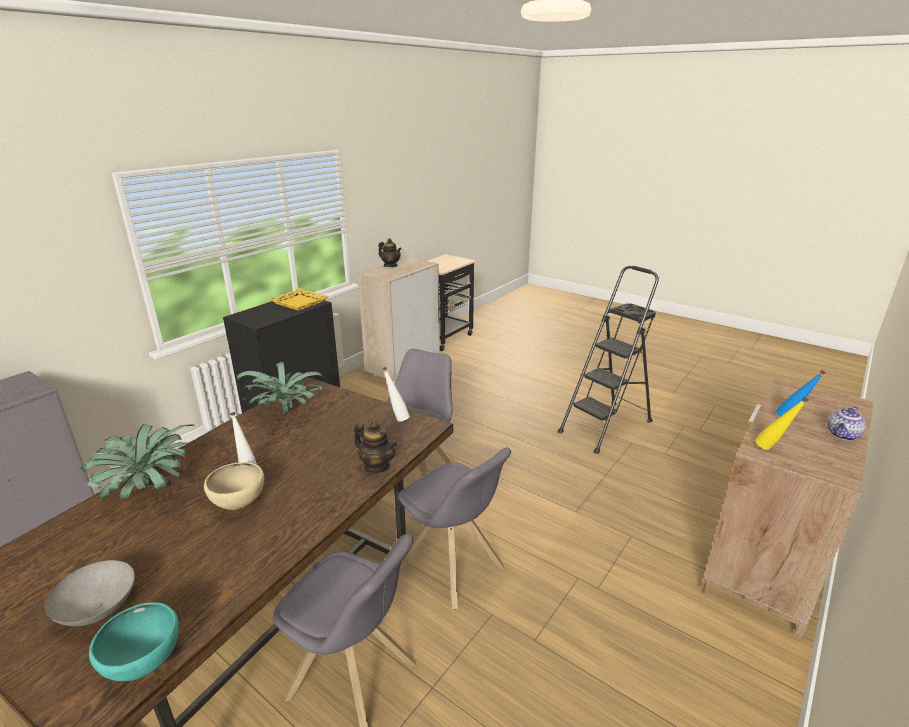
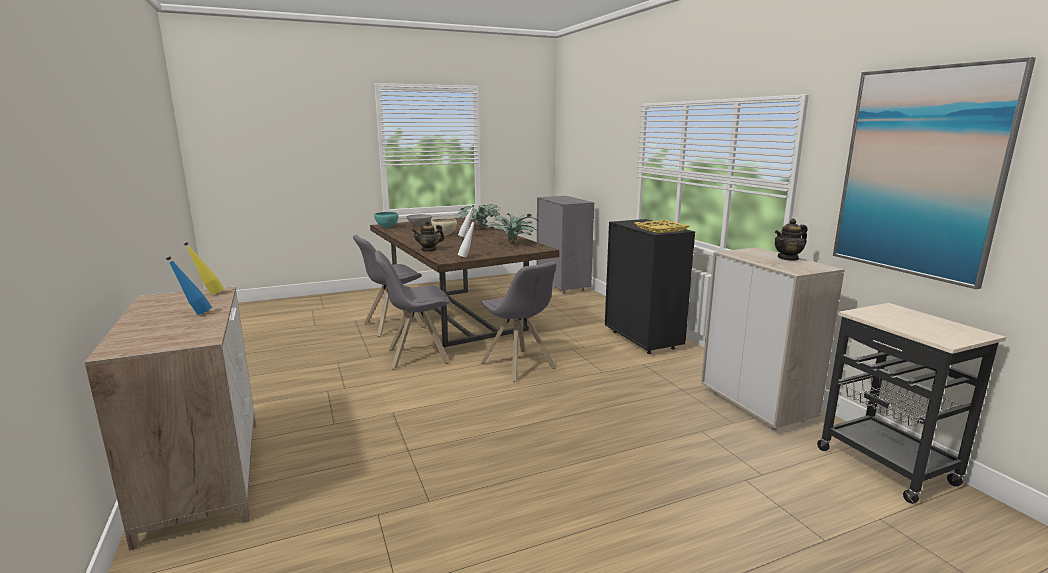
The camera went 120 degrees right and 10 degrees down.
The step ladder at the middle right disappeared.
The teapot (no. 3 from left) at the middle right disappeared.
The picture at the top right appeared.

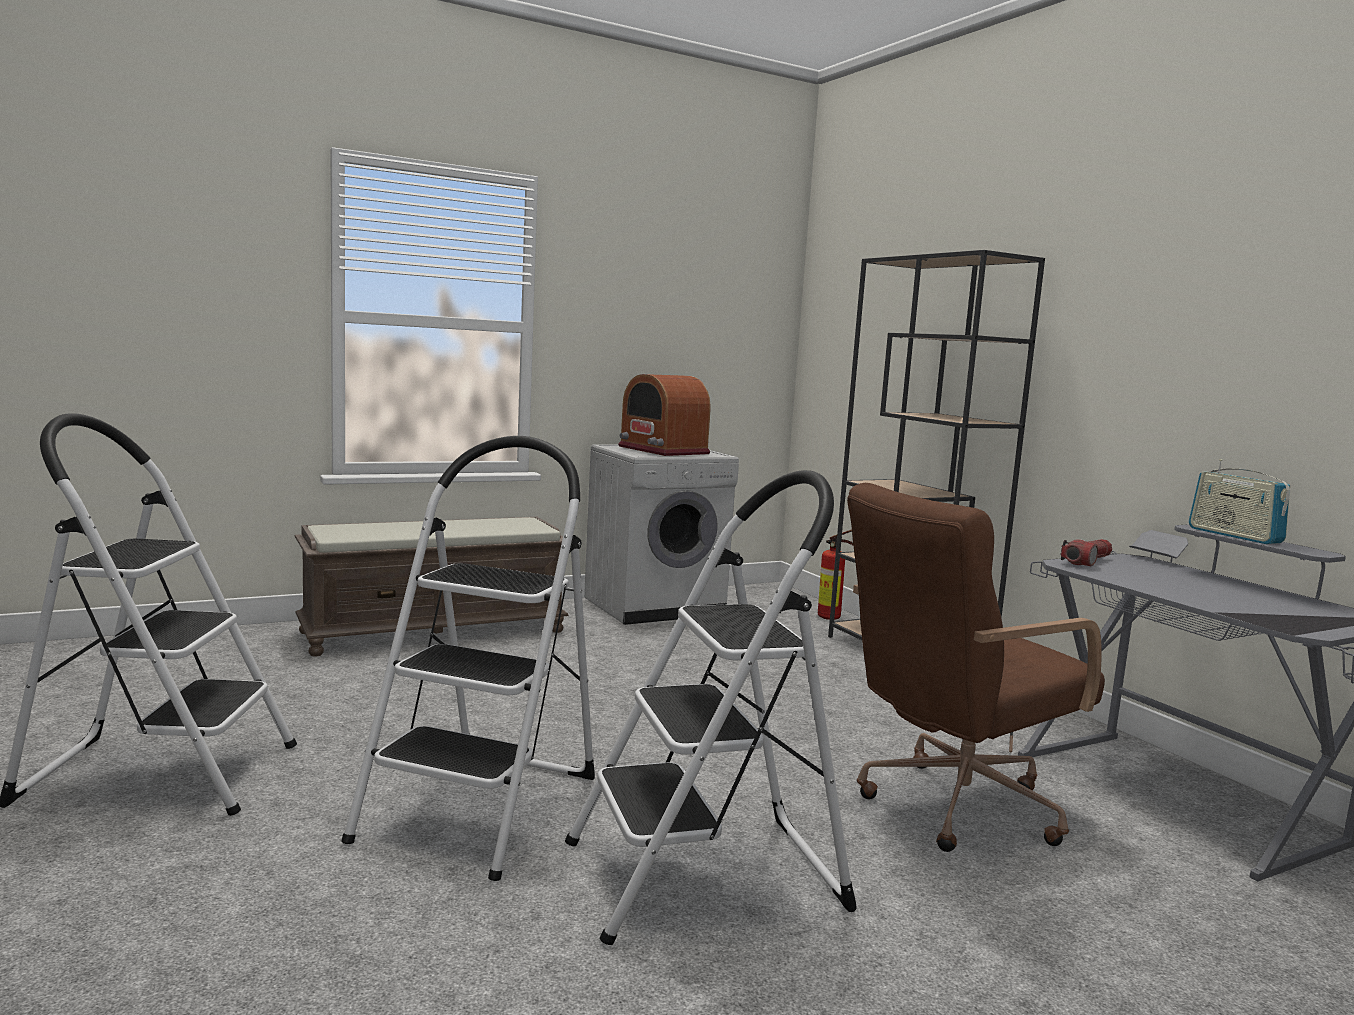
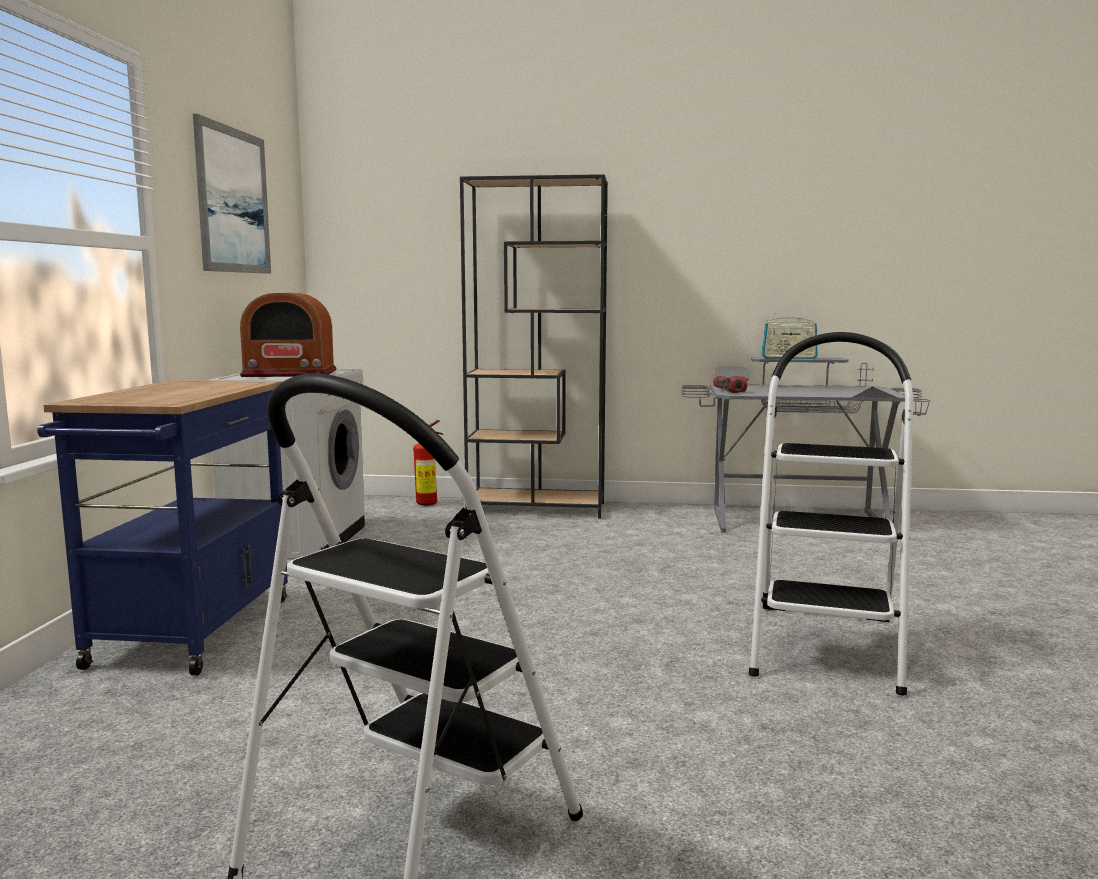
The camera went 55 degrees left and 0 degrees up.
The bench (brown) at the middle left was replaced by the cart (blue) at the middle left.
The step ladder (no. 2 from left) at the centre disappeared.
The office chair (brown) at the middle right disappeared.
The picture at the top left appeared.

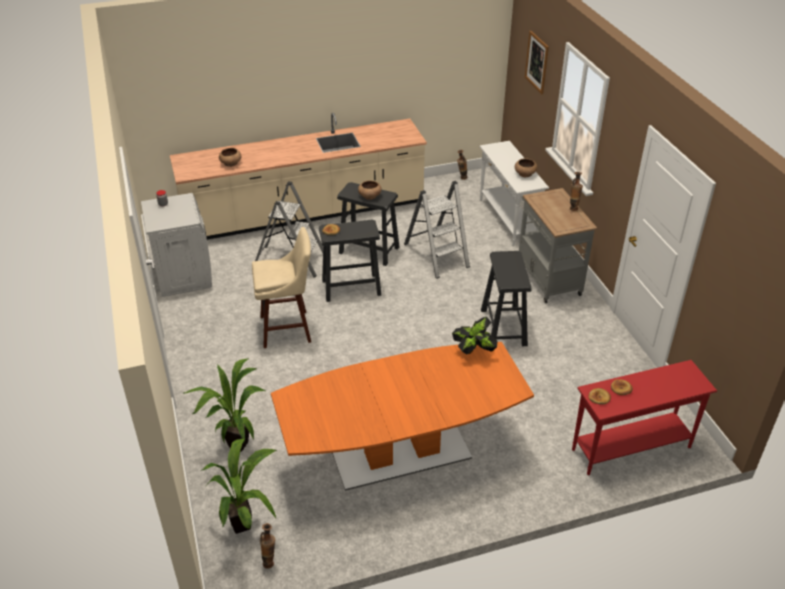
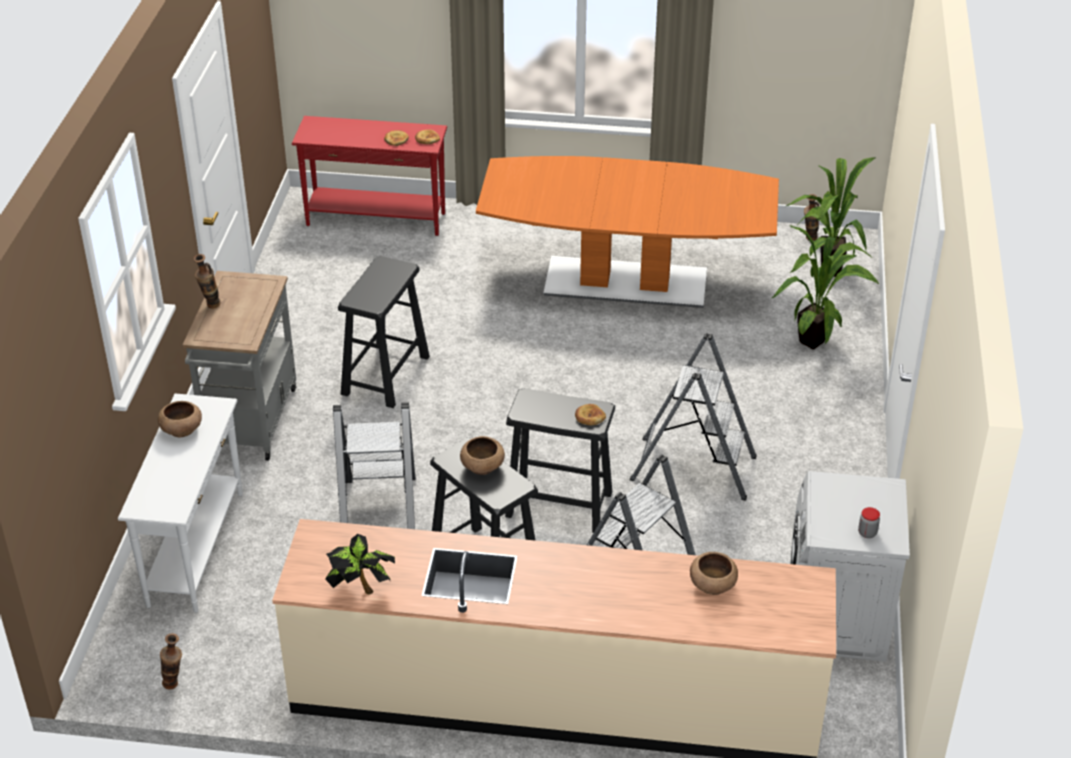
The camera went 155 degrees left and 0 degrees up.
The stool (beige) at the centre was replaced by the step ladder (grey) (no. 3 from left) at the centre.
The potted plant (no. 3 from left in the first image) moved from the centre to the bottom centre.
The picture at the top right disappeared.

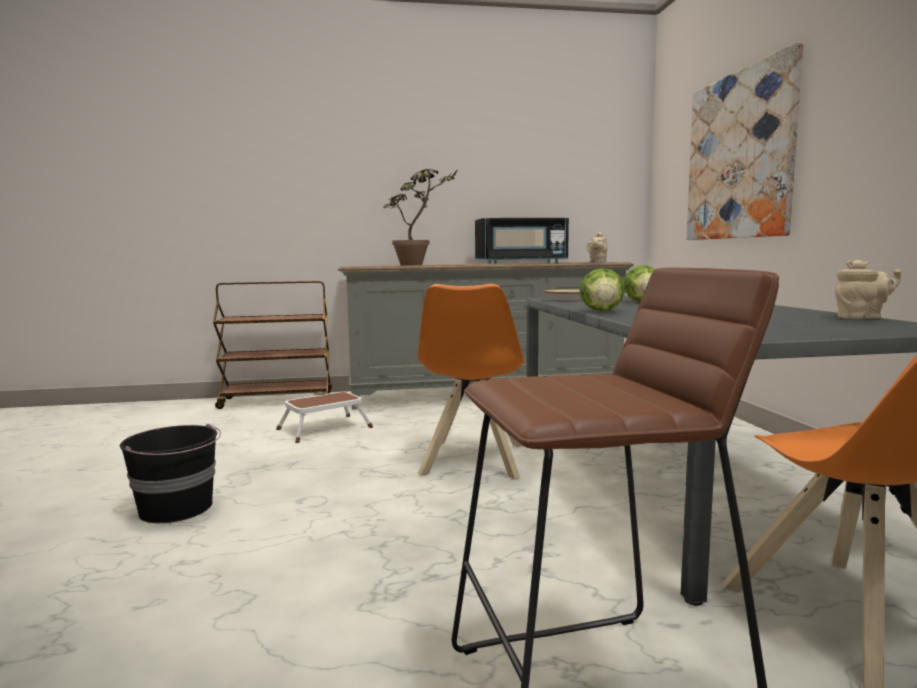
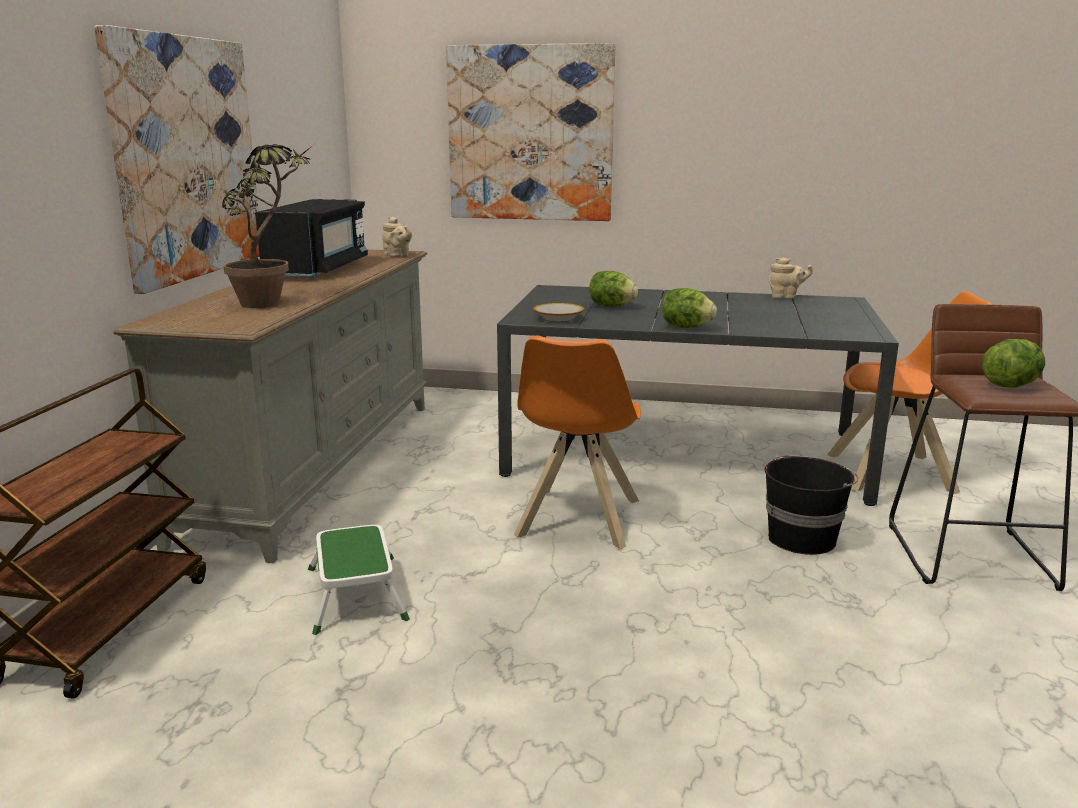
The camera went 70 degrees left and 10 degrees up.
The bucket (black) moved from the bottom left to the middle right.
The step ladder (brown) at the centre became the step ladder (green) at the bottom left.
The chair (orange) (no. 1 from left) at the centre turned 75 degrees clockwise.
The teapot (beige) (no. 2 from left) at the middle right turned 75 degrees clockwise.
The picture (no. 1 from left) at the top left appeared.
The lettuce (no. 3 from left) at the middle right appeared.

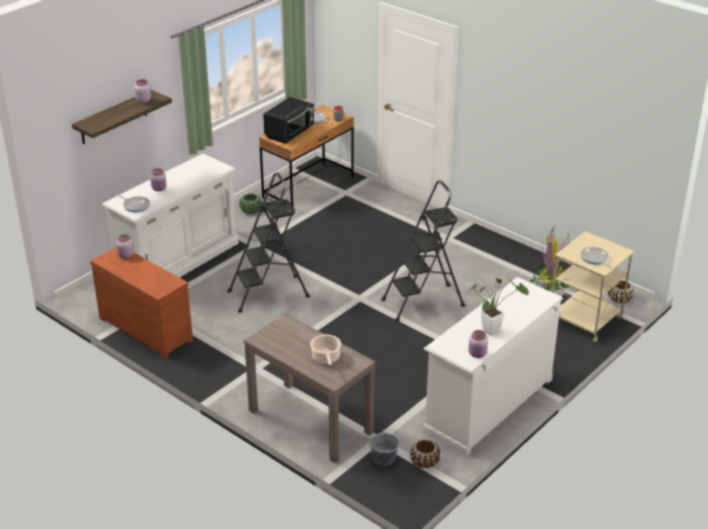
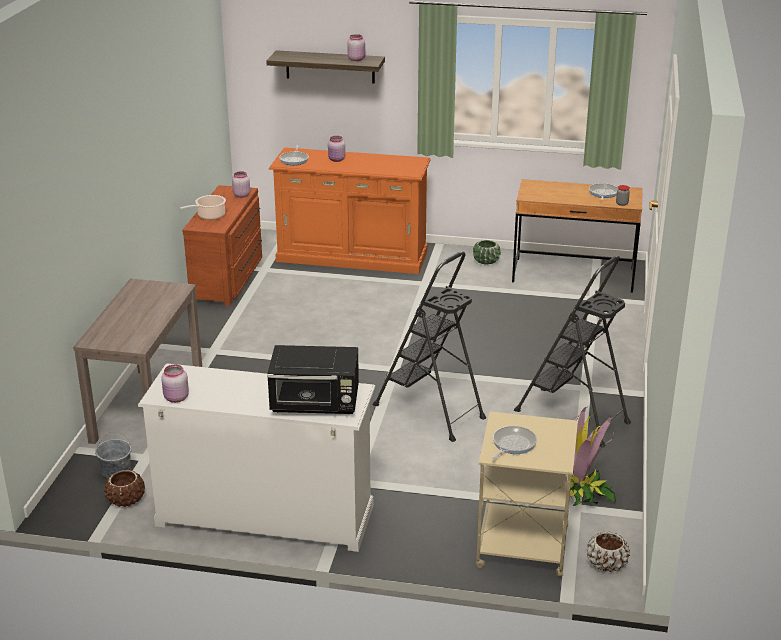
The camera went 60 degrees right and 5 degrees down.
The cabinet (white) (no. 1 from left) at the middle left became the cabinet (orange) at the top centre.
The step ladder (no. 1 from left in the first image) moved from the centre to the middle right.
The microwave (black) moved from the top centre to the centre.
The cooking pot moved from the centre to the top left.
The potted plant (no. 1 from left) at the middle right disappeared.

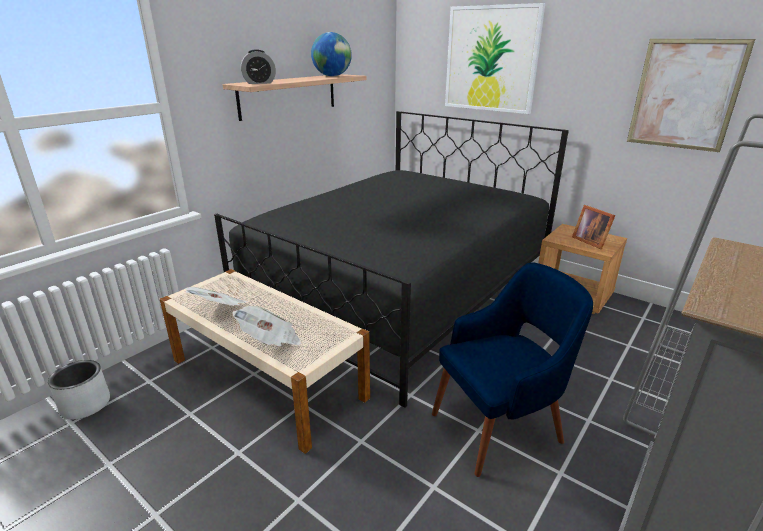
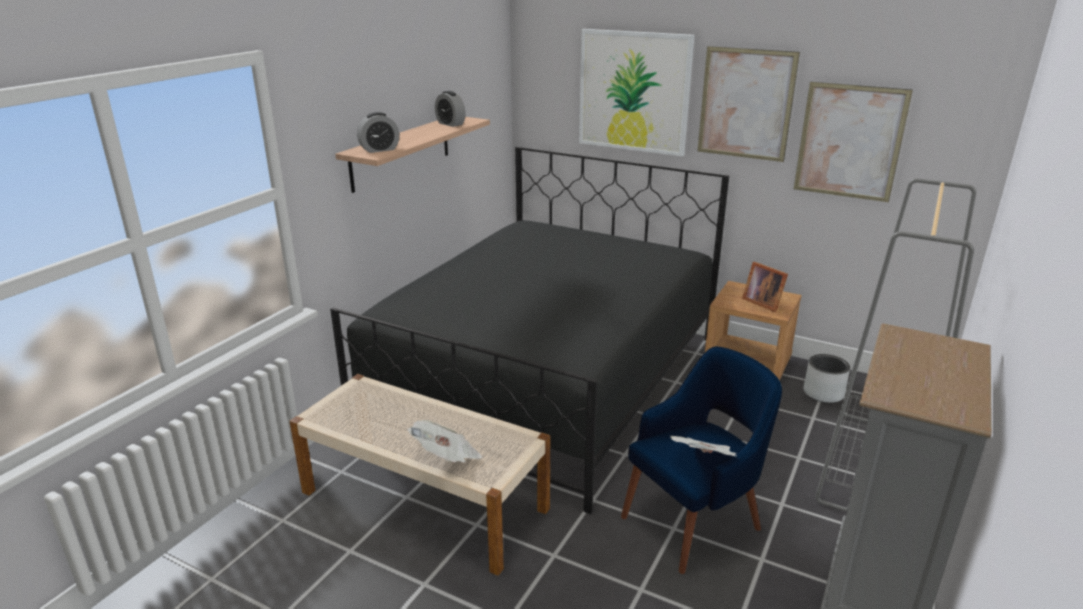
The camera went 10 degrees left and 0 degrees up.
The planter (grey) moved from the bottom left to the middle right.
The newspaper (no. 1 from left in the first image) moved from the middle left to the bottom centre.
The globe at the top centre was replaced by the alarm clock (no. 2 from left) at the top centre.
The picture (no. 2 from left) at the top right appeared.

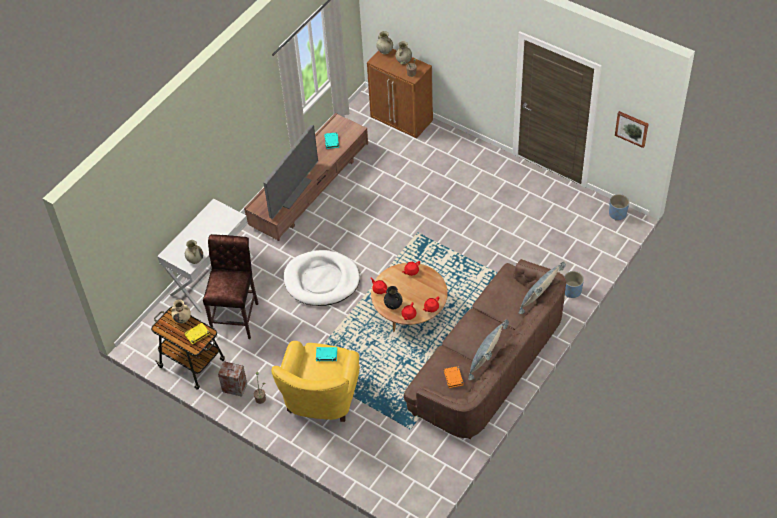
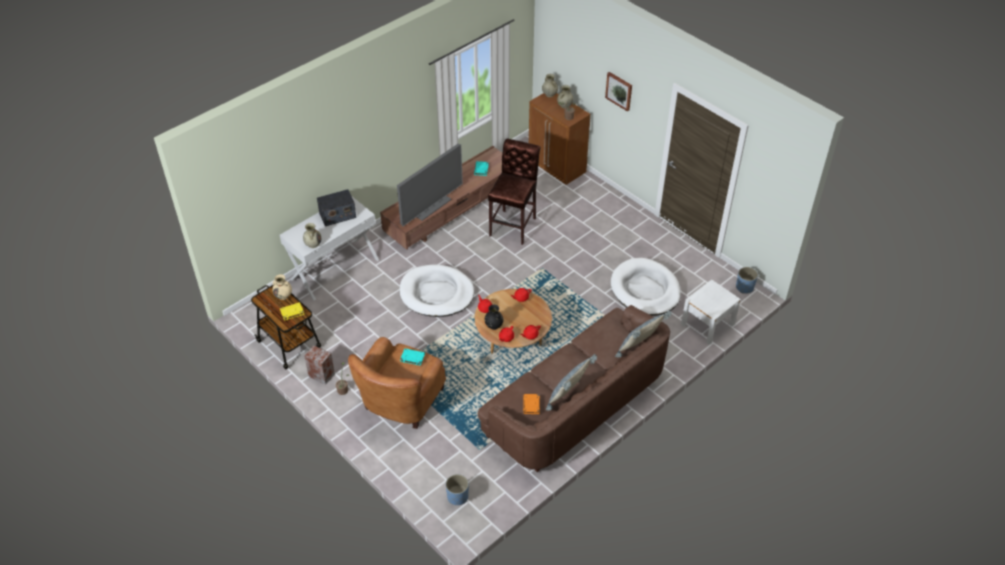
The camera went 10 degrees right and 5 degrees down.
The stool (brown) moved from the middle left to the centre.
The armchair (yellow) at the bottom centre became the armchair (brown) at the bottom centre.
The planter (blue) (no. 1 from left) moved from the middle right to the bottom centre.
The picture moved from the top right to the top centre.
The radio at the centre appeared.
The dog bed (white) (no. 2 from left) at the centre appeared.
The nightstand (white) at the middle right appeared.

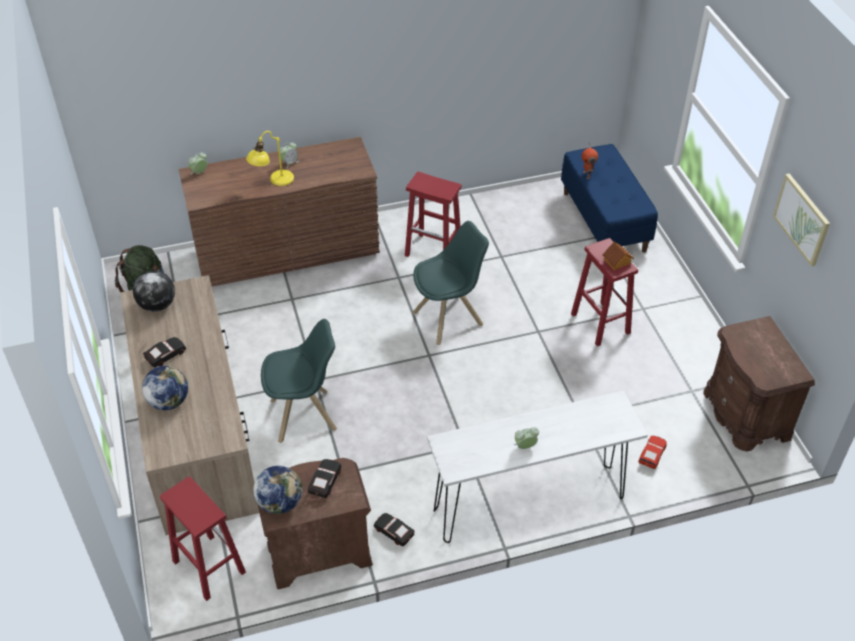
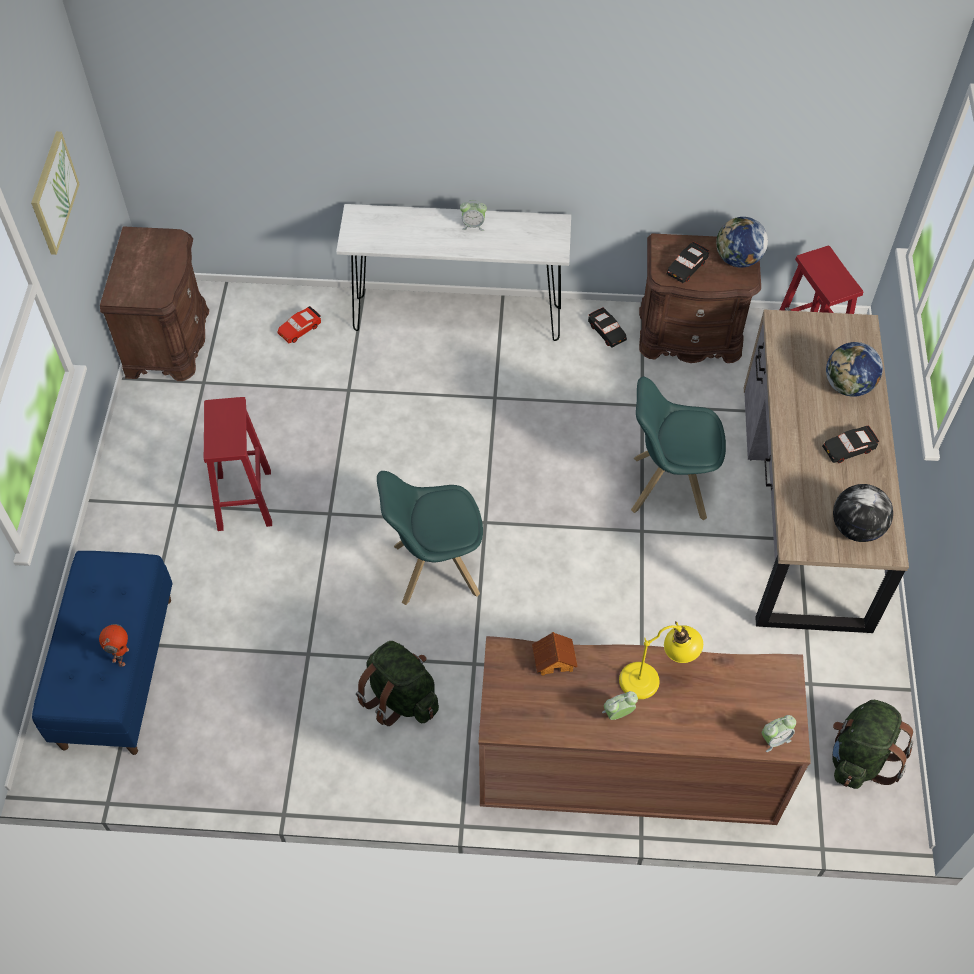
The camera went 160 degrees left and 10 degrees up.
The stool (red) (no. 2 from left) at the centre was replaced by the backpack (green) (no. 1 from left) at the bottom centre.
The toy house moved from the middle right to the bottom centre.

